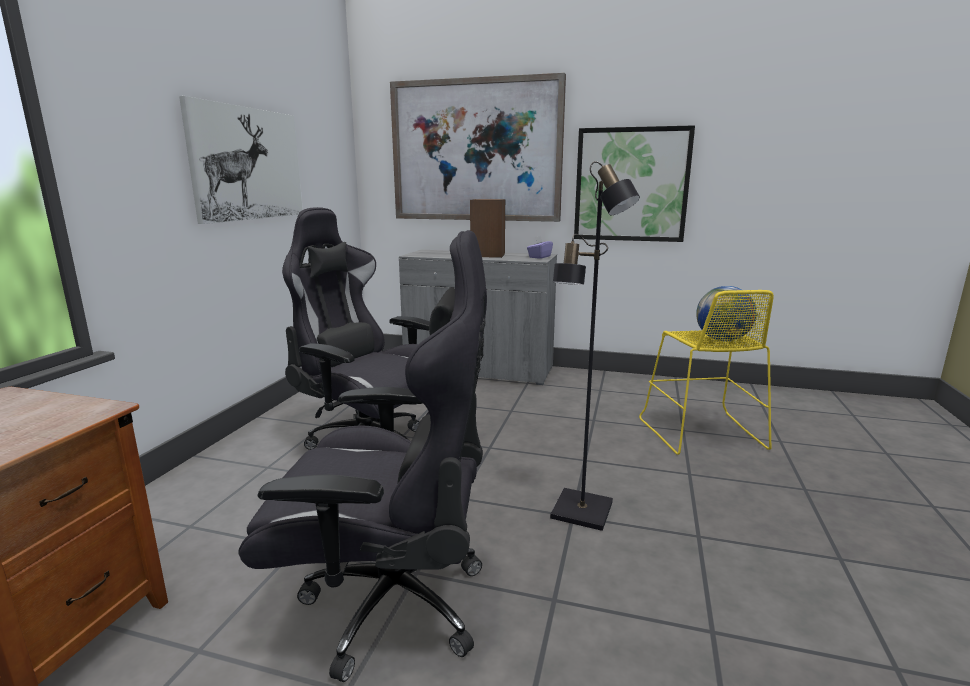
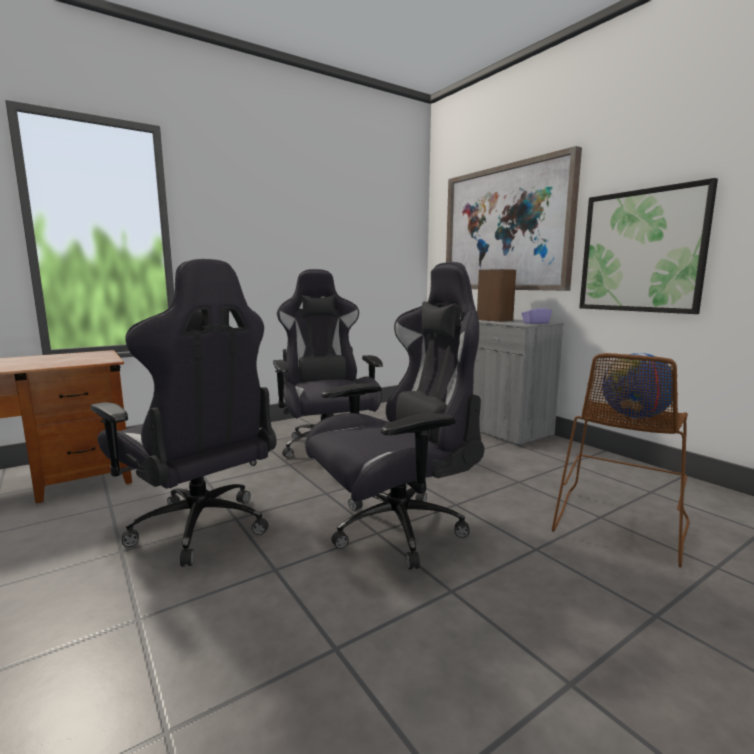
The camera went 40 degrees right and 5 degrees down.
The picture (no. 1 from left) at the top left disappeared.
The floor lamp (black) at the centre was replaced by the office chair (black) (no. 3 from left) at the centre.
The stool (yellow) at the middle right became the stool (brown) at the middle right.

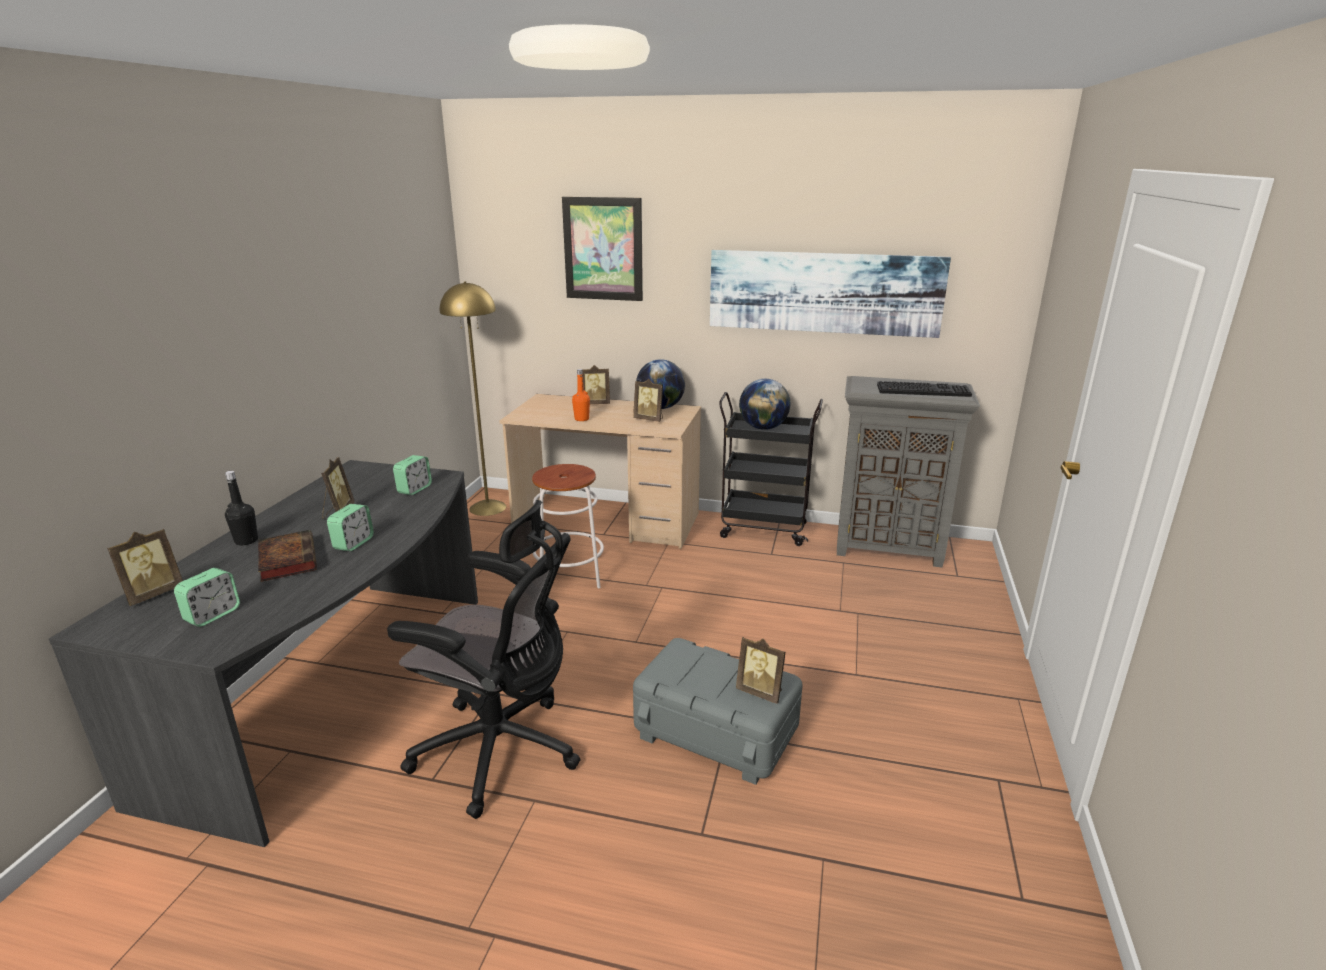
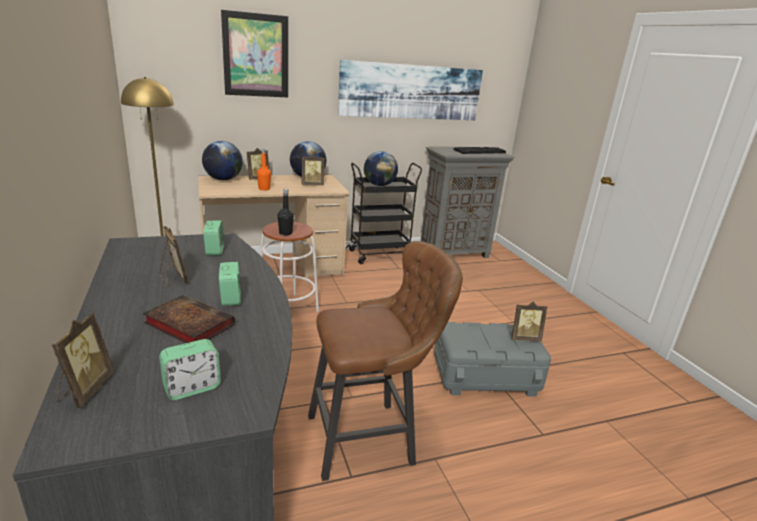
The camera went 35 degrees left and 0 degrees up.
The alarm clock (no. 1 from left) at the middle left turned 60 degrees clockwise.
The bottle (black) moved from the middle left to the centre.
The office chair at the bottom centre was replaced by the stool (brown) at the bottom centre.
The globe (no. 1 from left) at the top left appeared.

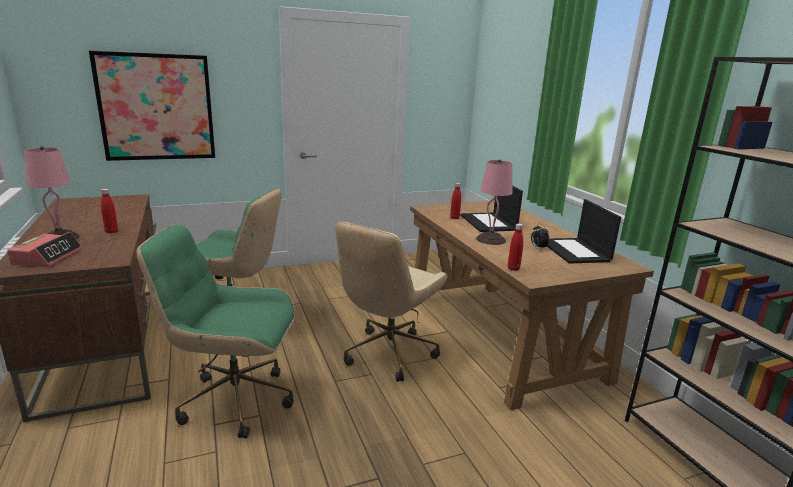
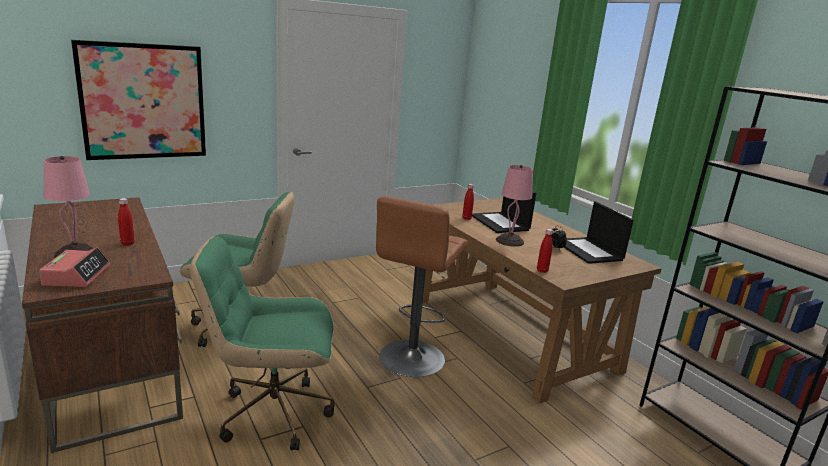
The camera went 10 degrees left and 0 degrees up.
The office chair (beige) at the centre was replaced by the stool (brown) at the centre.

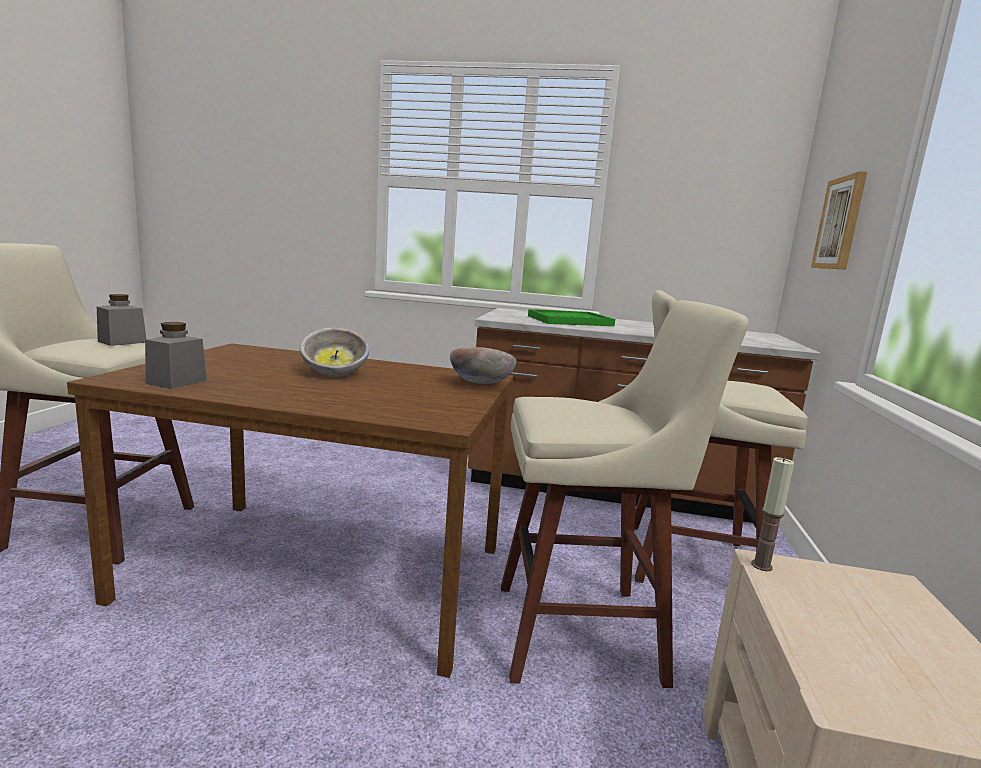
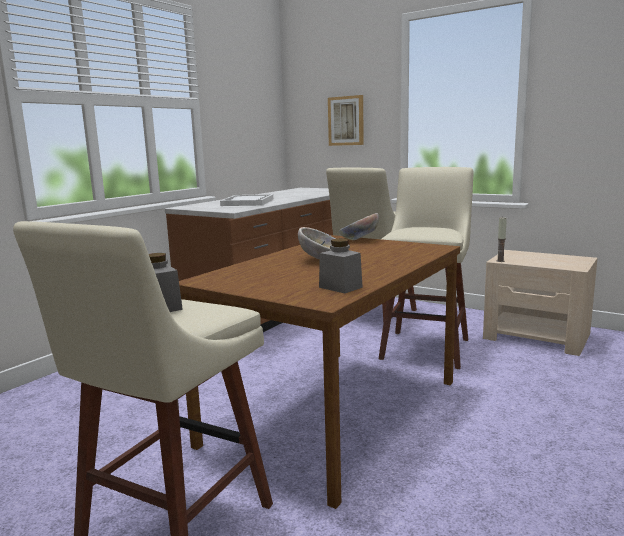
The camera went 65 degrees left and 0 degrees up.
The tray (green) at the centre became the tray (white) at the centre.

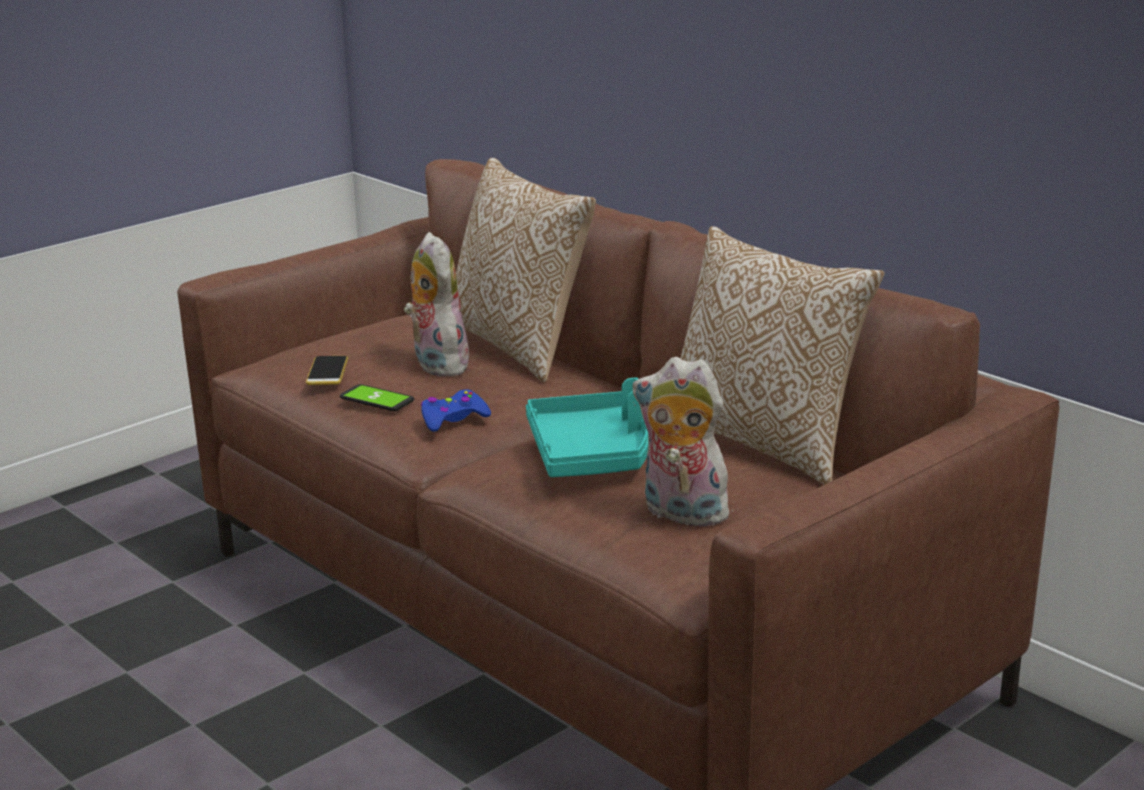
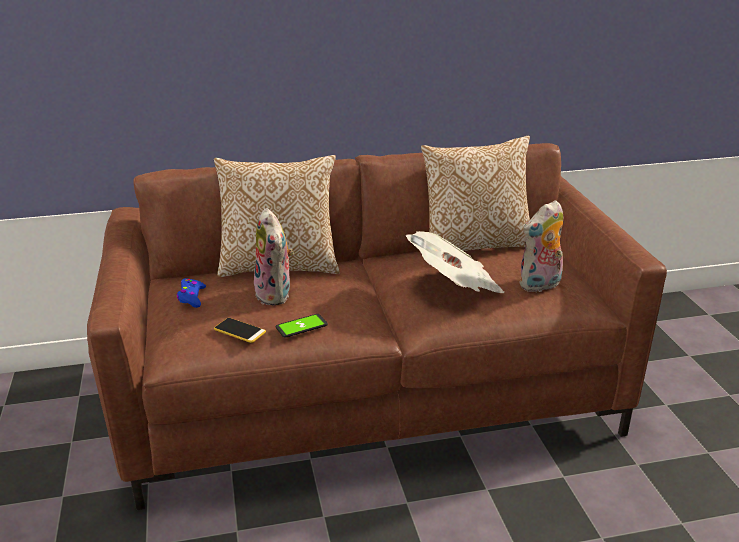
The camera went 60 degrees left and 5 degrees up.
The plush toy (no. 1 from left) at the centre turned 120 degrees counterclockwise.
The game controller (blue) moved from the centre to the middle left.
The tray (turquoise) at the centre was replaced by the newspaper at the centre.

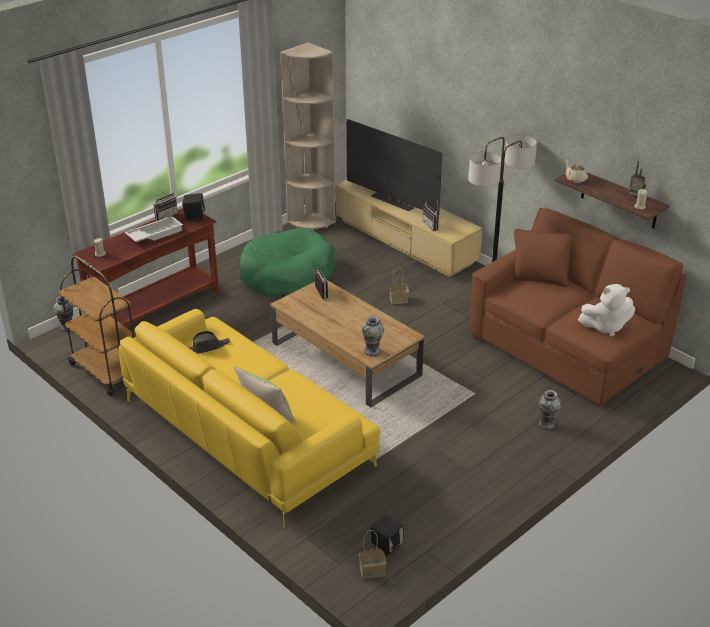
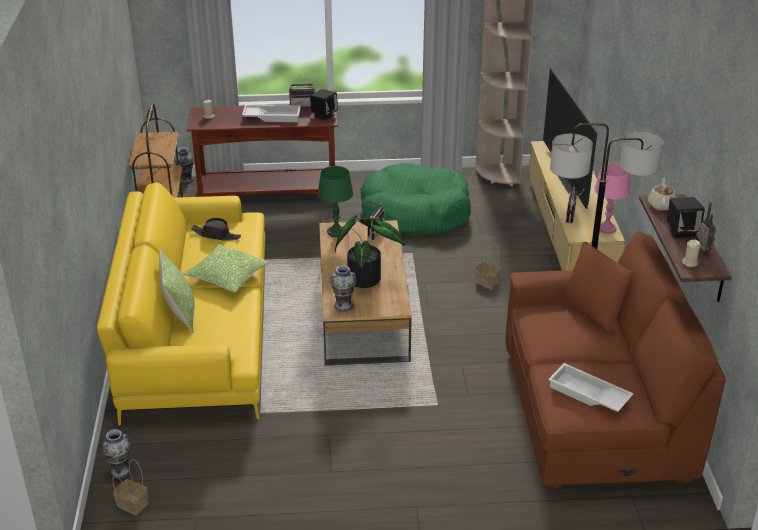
The camera went 40 degrees right and 0 degrees up.
The speaker (black) (no. 2 from left) moved from the bottom centre to the middle right.
The vase (no. 3 from left in the first image) moved from the middle right to the bottom left.
The plush toy (white) at the middle right was replaced by the tray (white) (no. 2 from left) at the bottom right.
The pillow (no. 2 from left) at the middle left appeared.
The table lamp (green) at the centre appeared.
The potted plant at the centre appeared.
The table lamp (pink) at the middle right appeared.

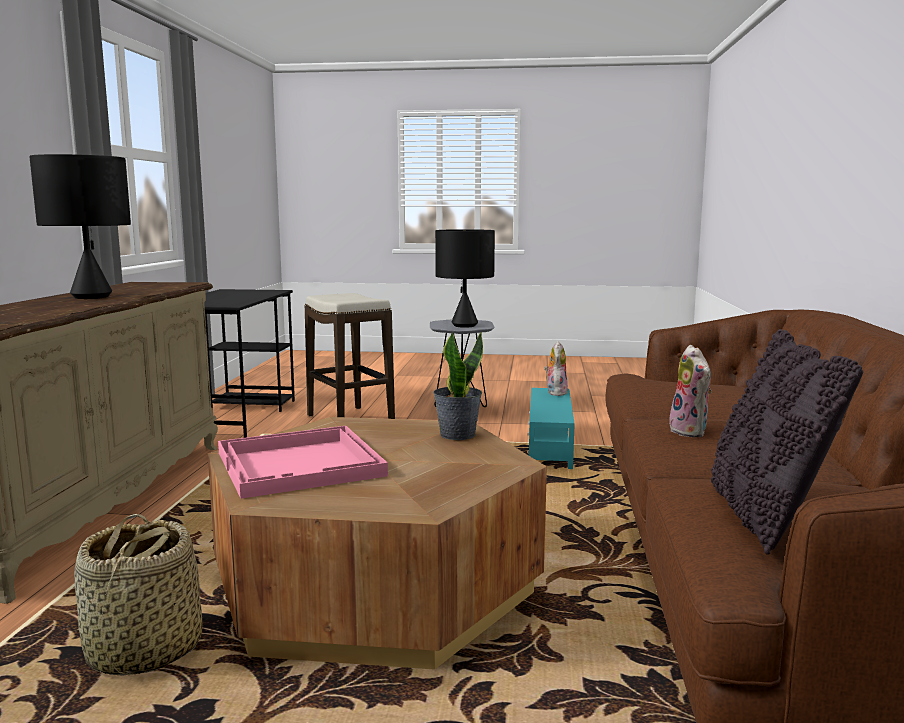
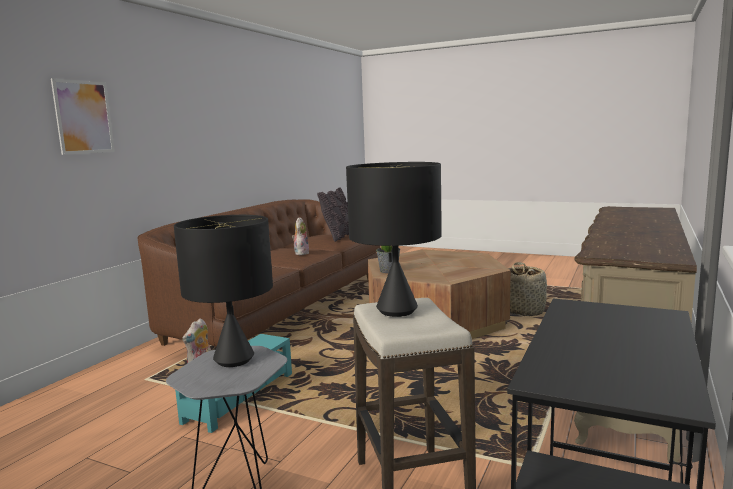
The camera went 160 degrees left and 0 degrees up.
The table lamp (black) (no. 1 from left in the first image) moved from the top left to the centre.
The tray (pink) at the centre disappeared.
The picture at the top left appeared.

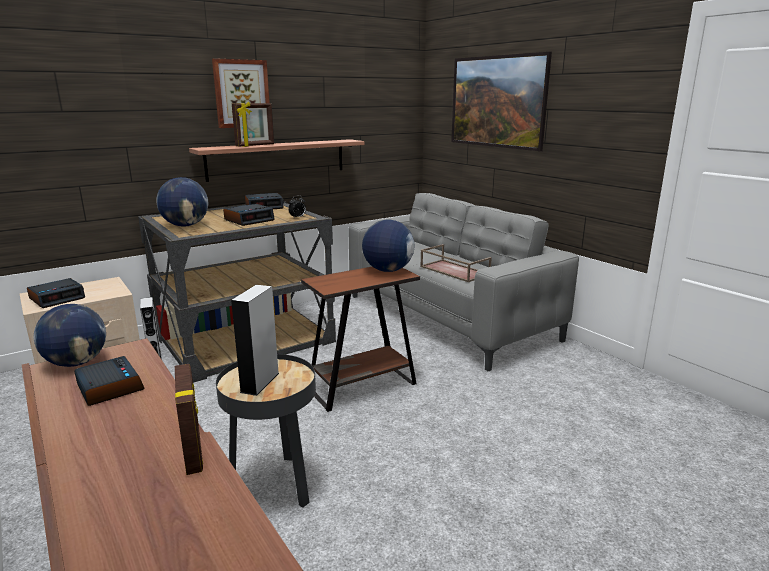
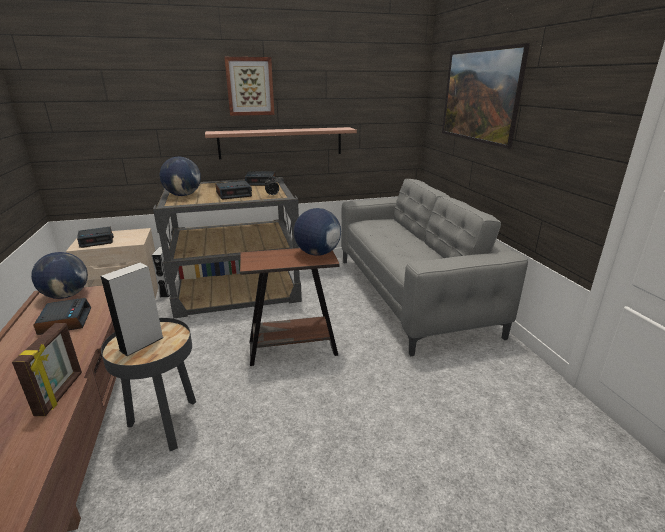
The camera went 20 degrees right and 5 degrees up.
The picture frame (no. 2 from left) at the top left disappeared.
The tray (brown) at the centre disappeared.

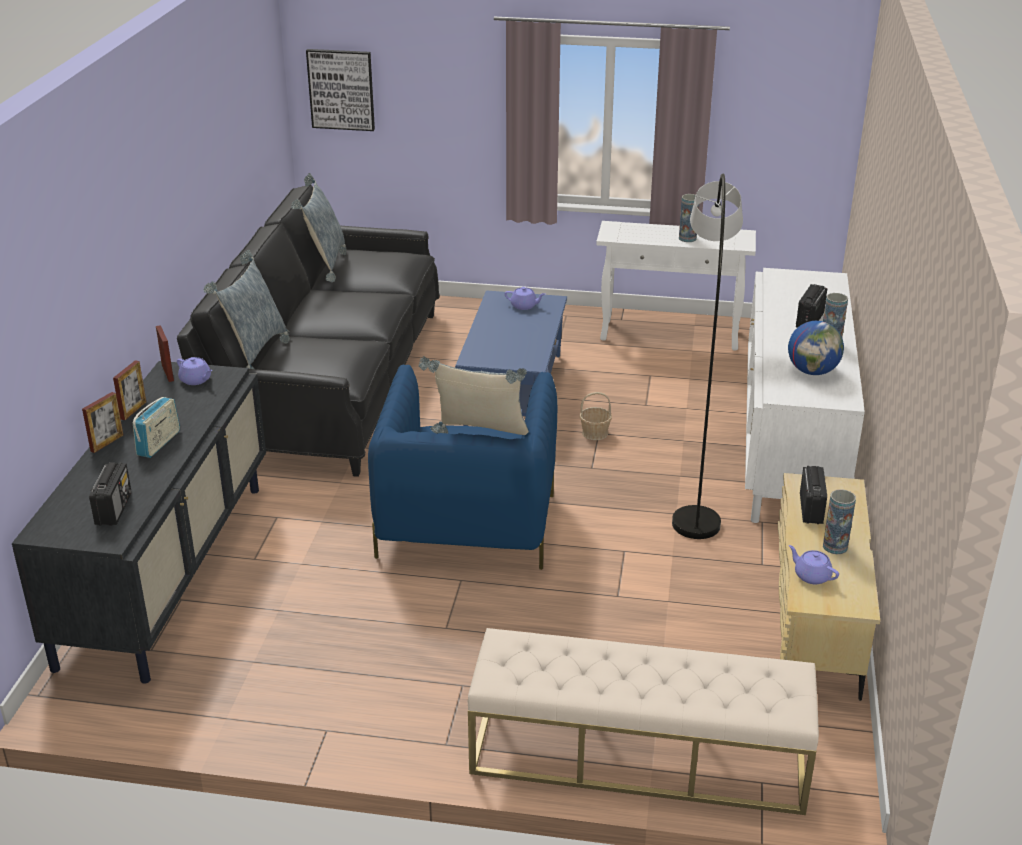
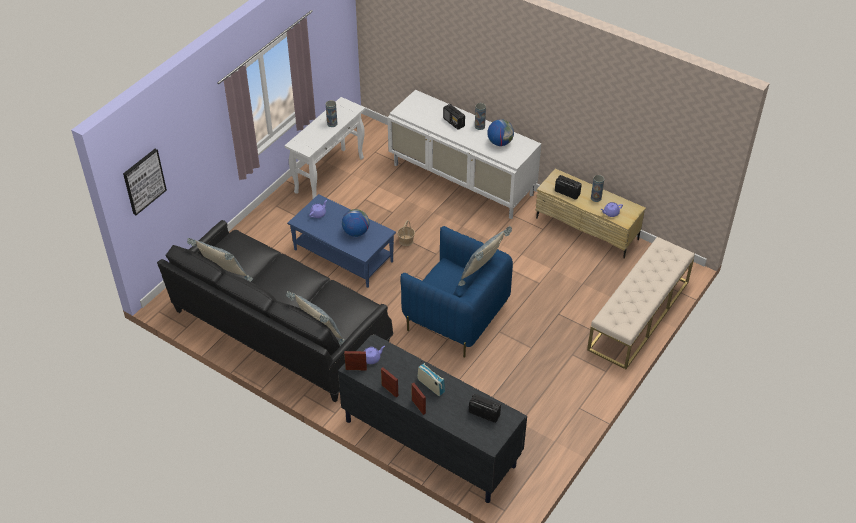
The camera went 65 degrees left and 15 degrees up.
The floor lamp (grey) at the middle right disappeared.
The globe (no. 1 from left) at the centre appeared.

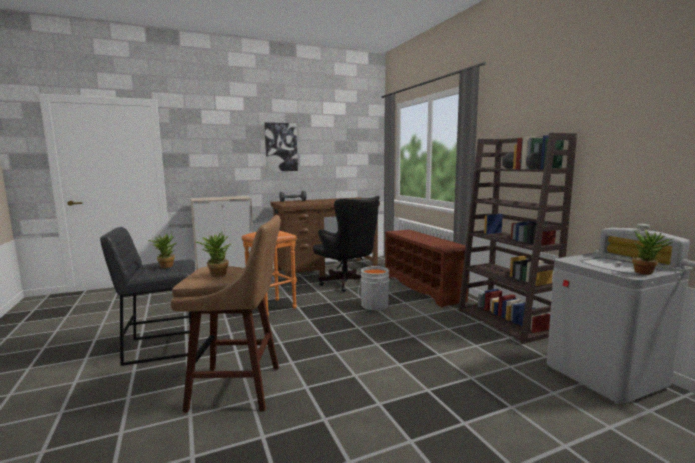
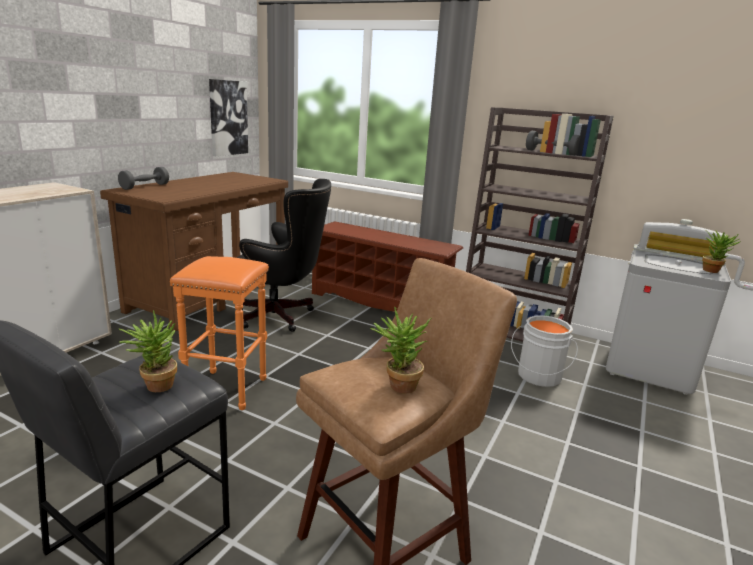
The camera went 40 degrees left and 10 degrees up.
The picture moved from the top centre to the top left.
The bucket (grey) moved from the centre to the middle right.

